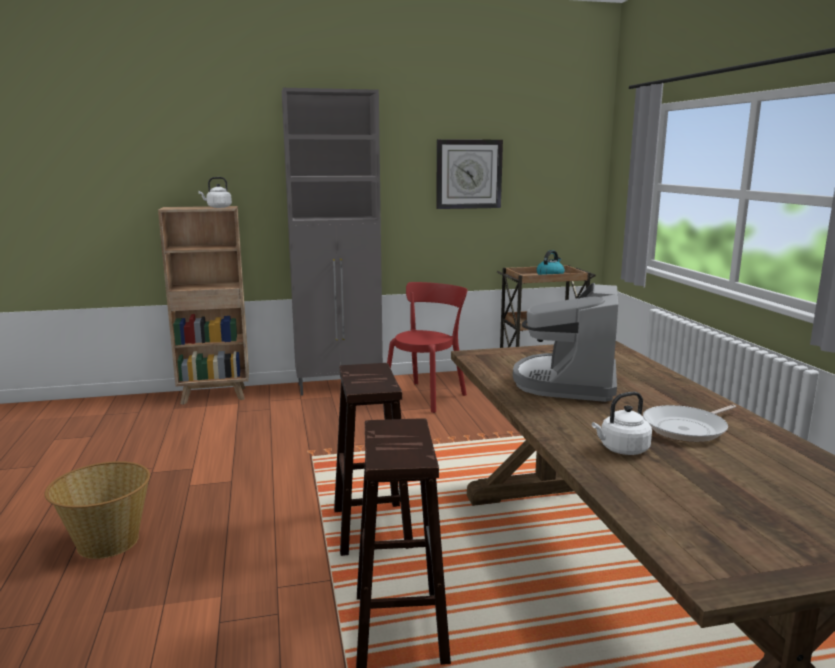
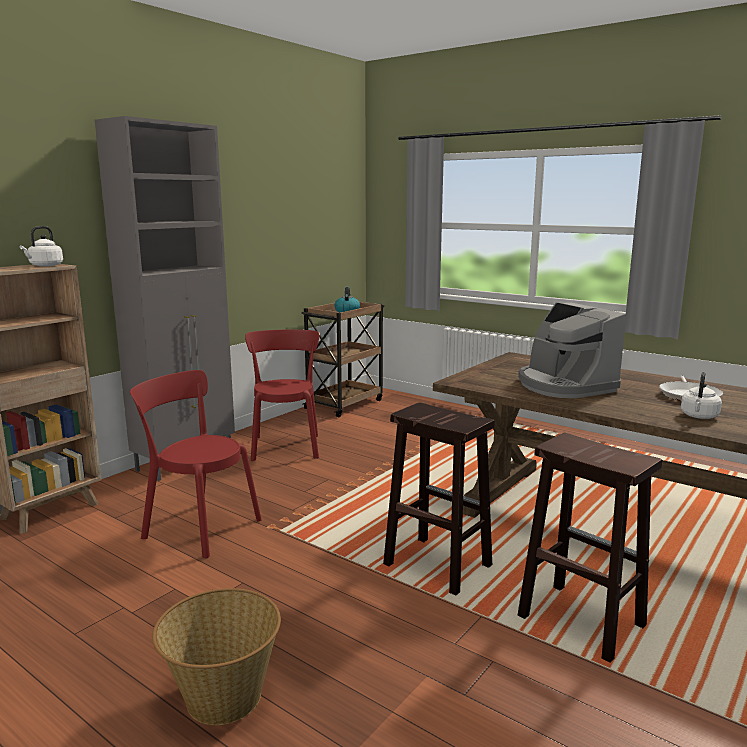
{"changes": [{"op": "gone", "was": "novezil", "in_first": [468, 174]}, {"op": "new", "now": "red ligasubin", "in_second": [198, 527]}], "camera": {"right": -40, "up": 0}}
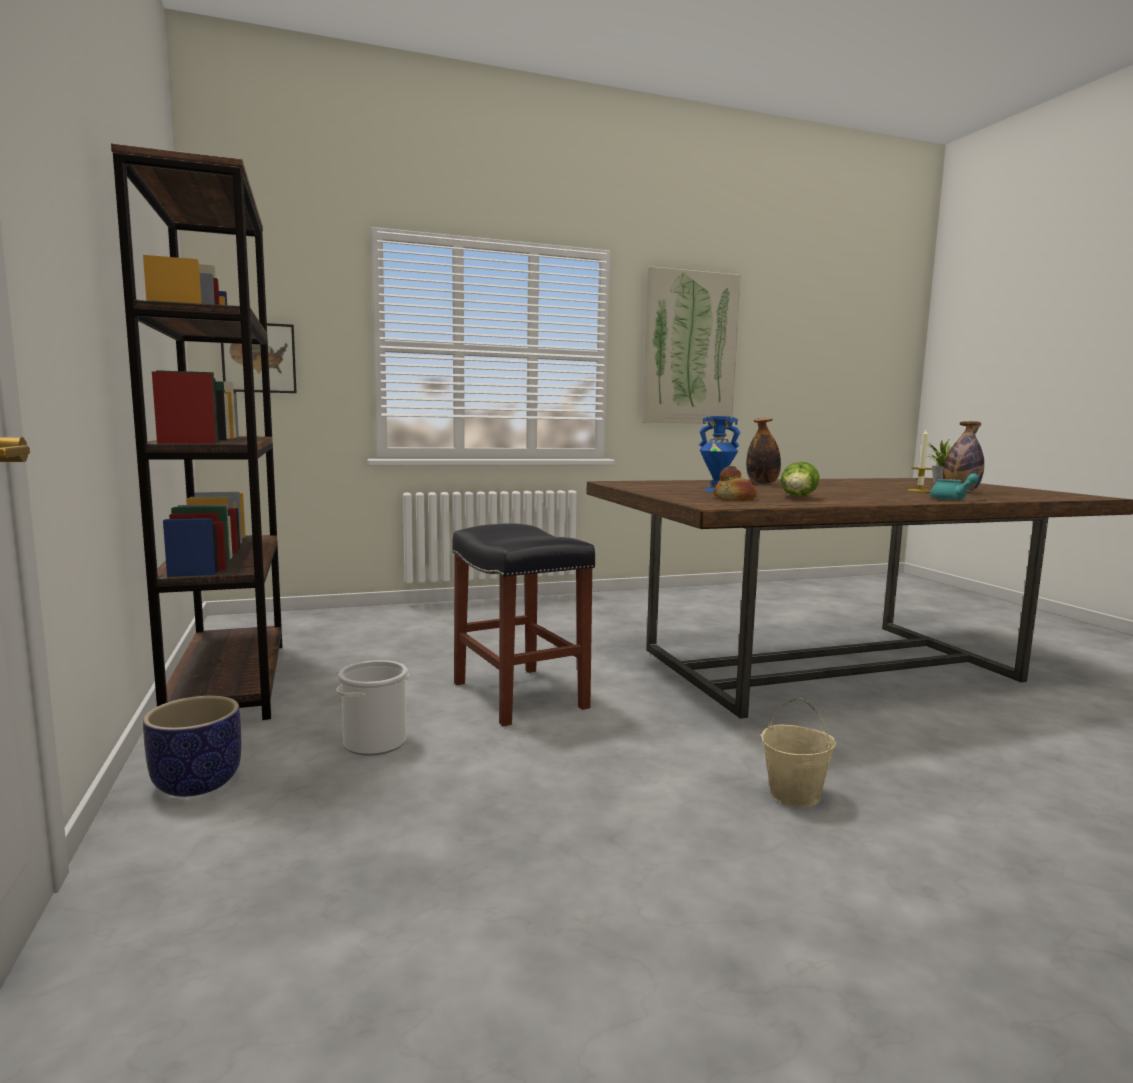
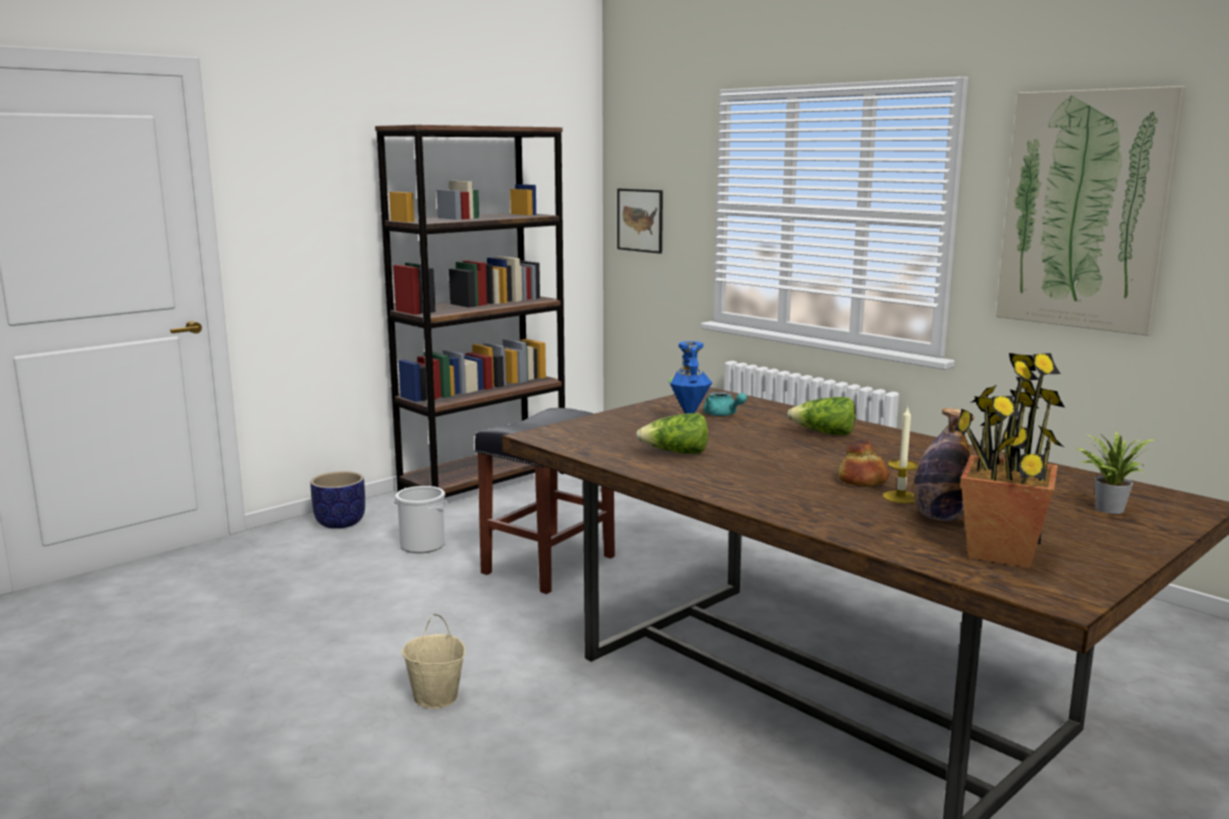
{"changes": [{"op": "swapped", "was": "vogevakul", "now": "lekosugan", "in_first": [762, 484], "in_second": [824, 434]}, {"op": "shifted", "was": "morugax", "in_first": [735, 498], "in_second": [863, 480]}, {"op": "shifted", "was": "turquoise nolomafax", "in_first": [952, 499], "in_second": [723, 415]}, {"op": "new", "now": "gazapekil", "in_second": [1001, 552]}], "camera": {"right": 65, "up": 5}}
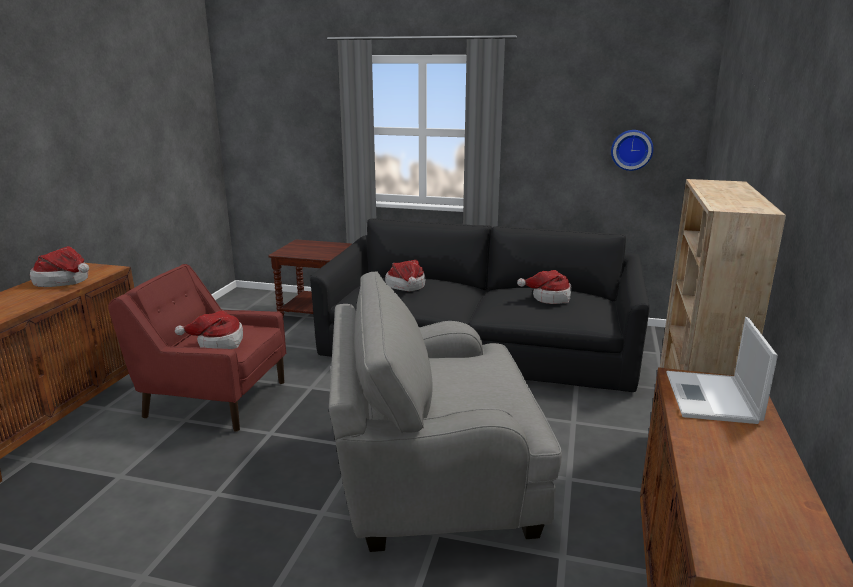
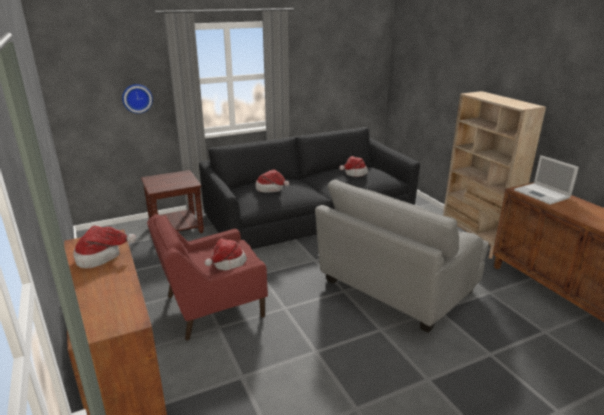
{"changes": [{"op": "shifted", "was": "novezil", "in_first": [631, 149], "in_second": [137, 98]}], "camera": {"right": -40, "up": 5}}
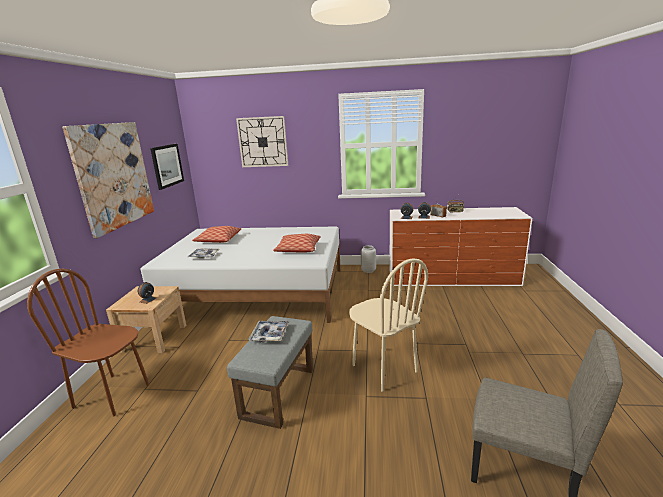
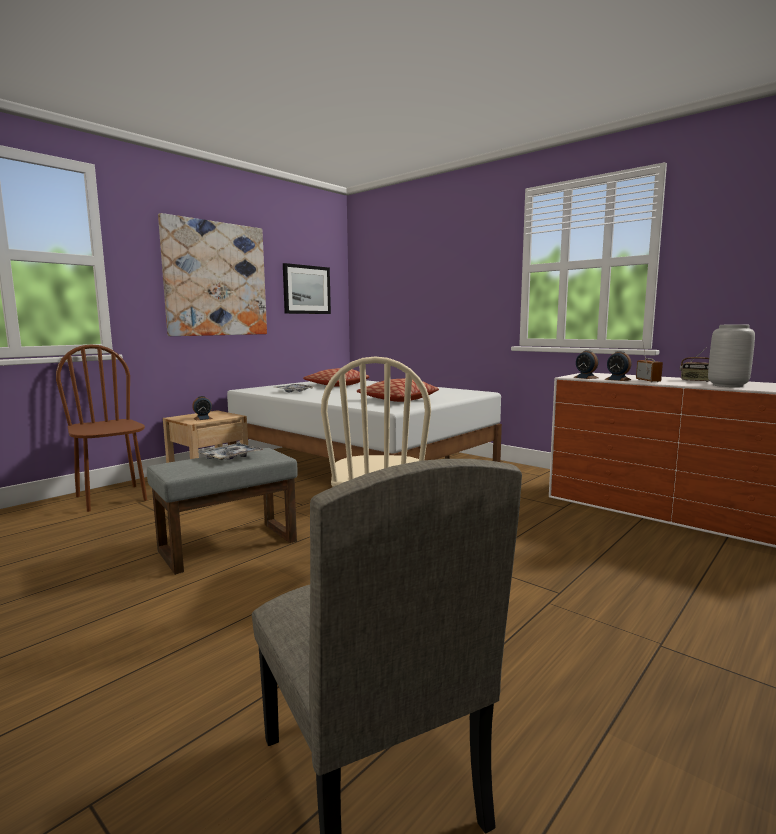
{"changes": [{"op": "gone", "was": "novezil", "in_first": [263, 142]}, {"op": "shifted", "was": "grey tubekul", "in_first": [368, 271], "in_second": [727, 385]}], "camera": {"right": 35, "up": -10}}
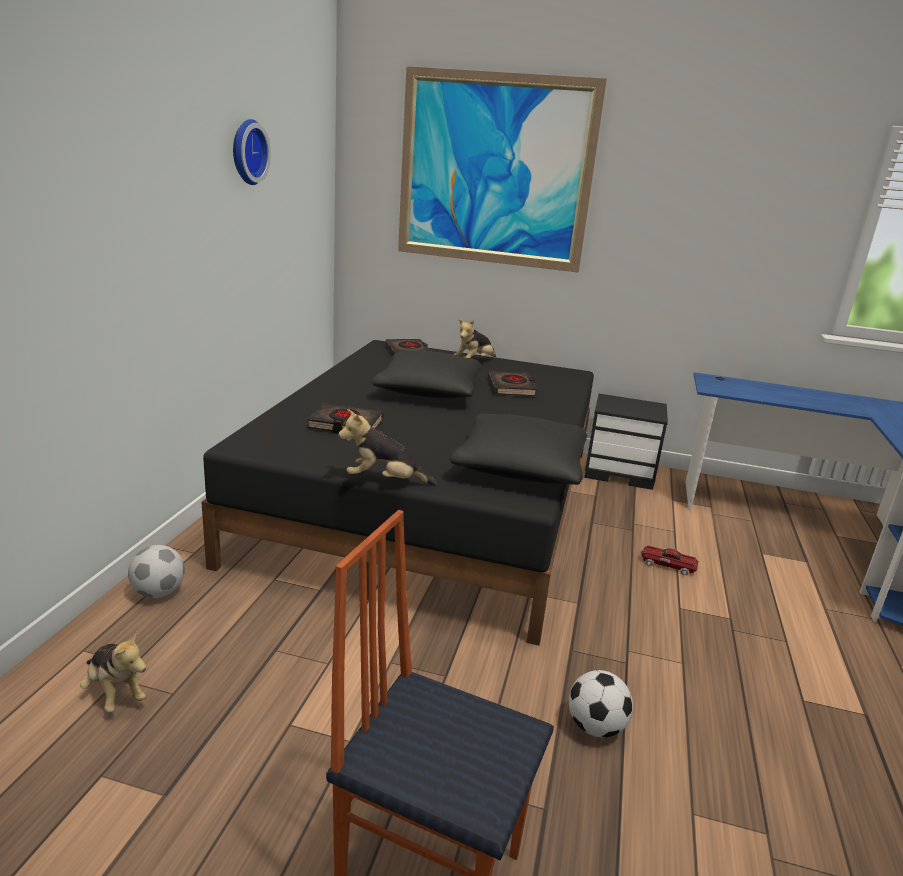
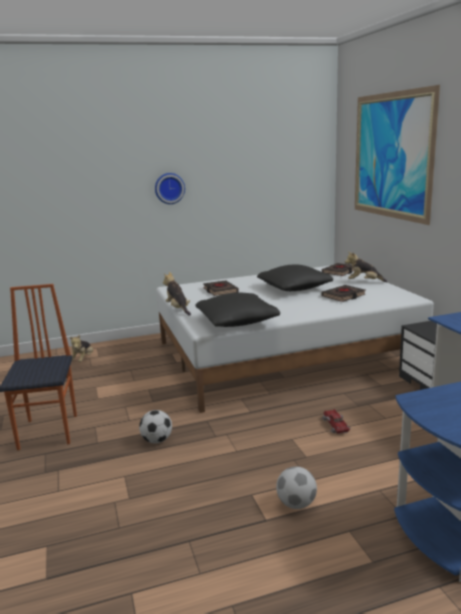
{"changes": [{"op": "shifted", "was": "novezil", "in_first": [246, 152], "in_second": [169, 188]}, {"op": "repainted", "was": "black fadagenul", "now": "white fadagenul", "in_first": [431, 501], "in_second": [284, 354]}, {"op": "shifted", "was": "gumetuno", "in_first": [158, 592], "in_second": [296, 504]}], "camera": {"right": 60, "up": -5}}
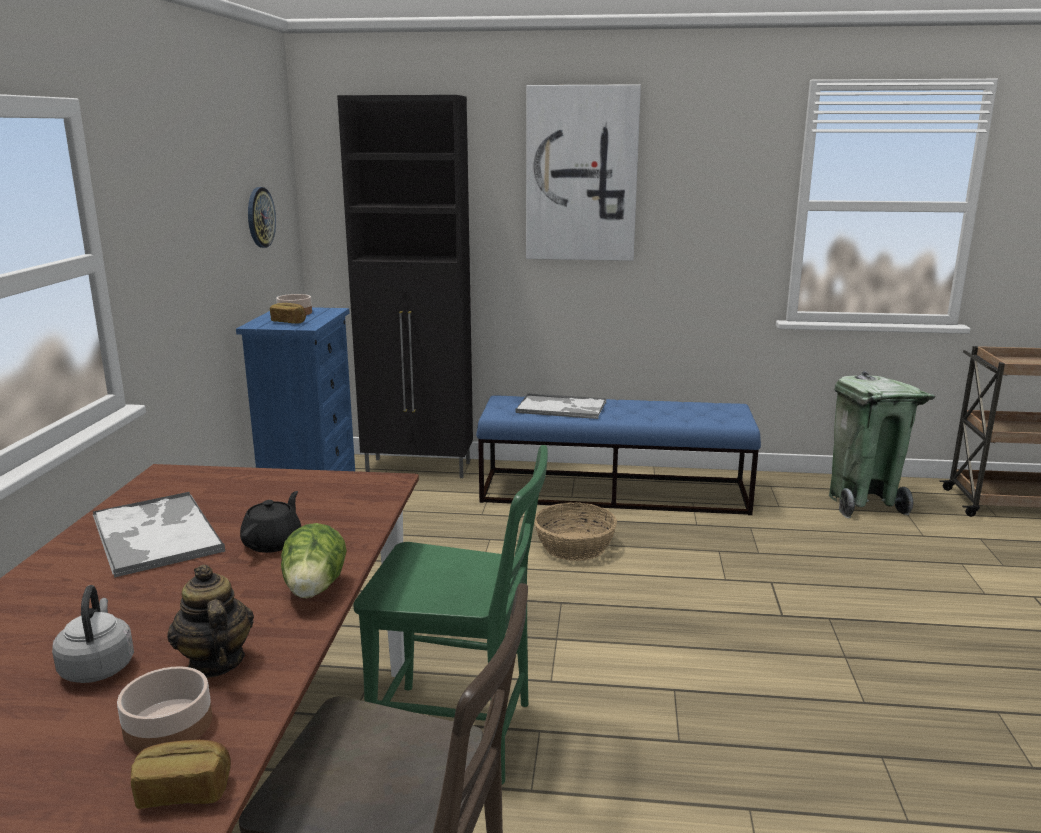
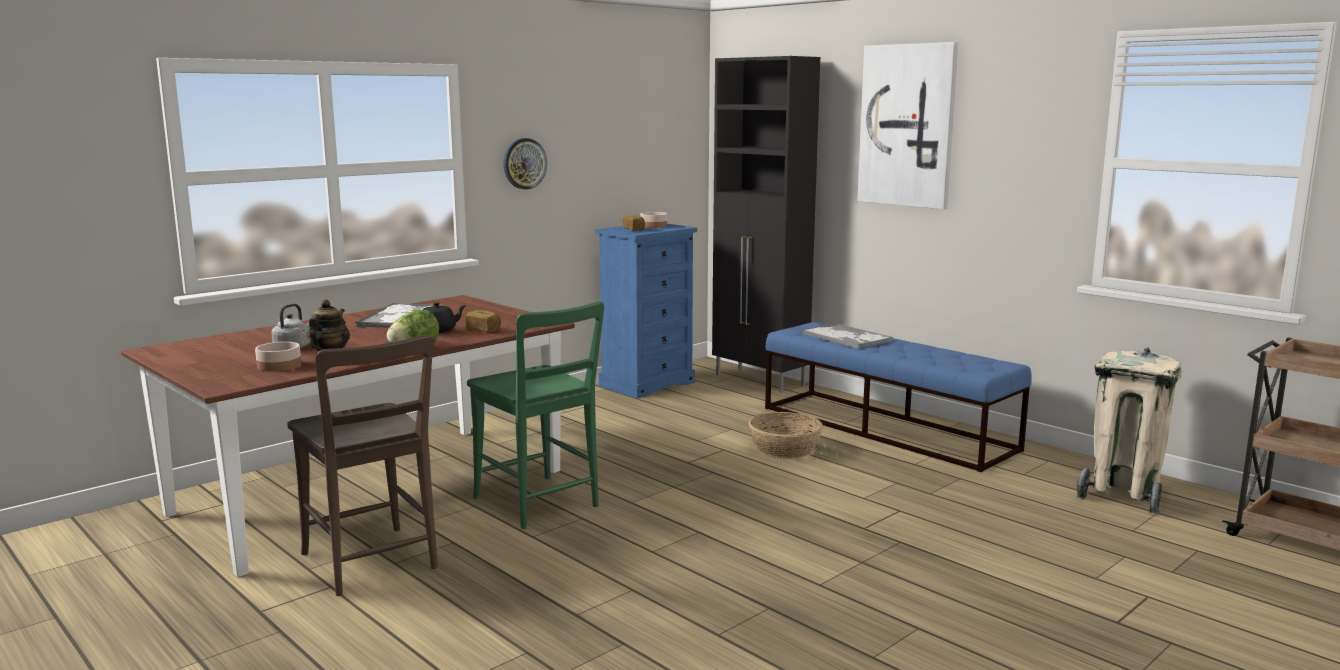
{"changes": [{"op": "shifted", "was": "novezil", "in_first": [260, 217], "in_second": [524, 163]}, {"op": "repainted", "was": "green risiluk", "now": "beige risiluk", "in_first": [863, 503], "in_second": [1122, 495]}, {"op": "shifted", "was": "morugax", "in_first": [184, 791], "in_second": [484, 330]}], "camera": {"right": 40, "up": -5}}
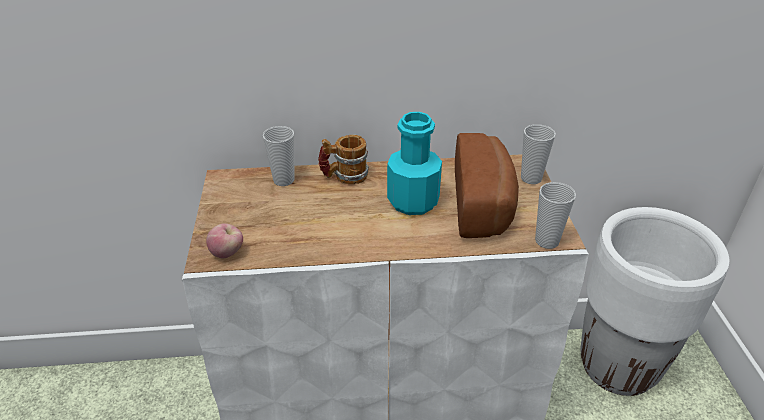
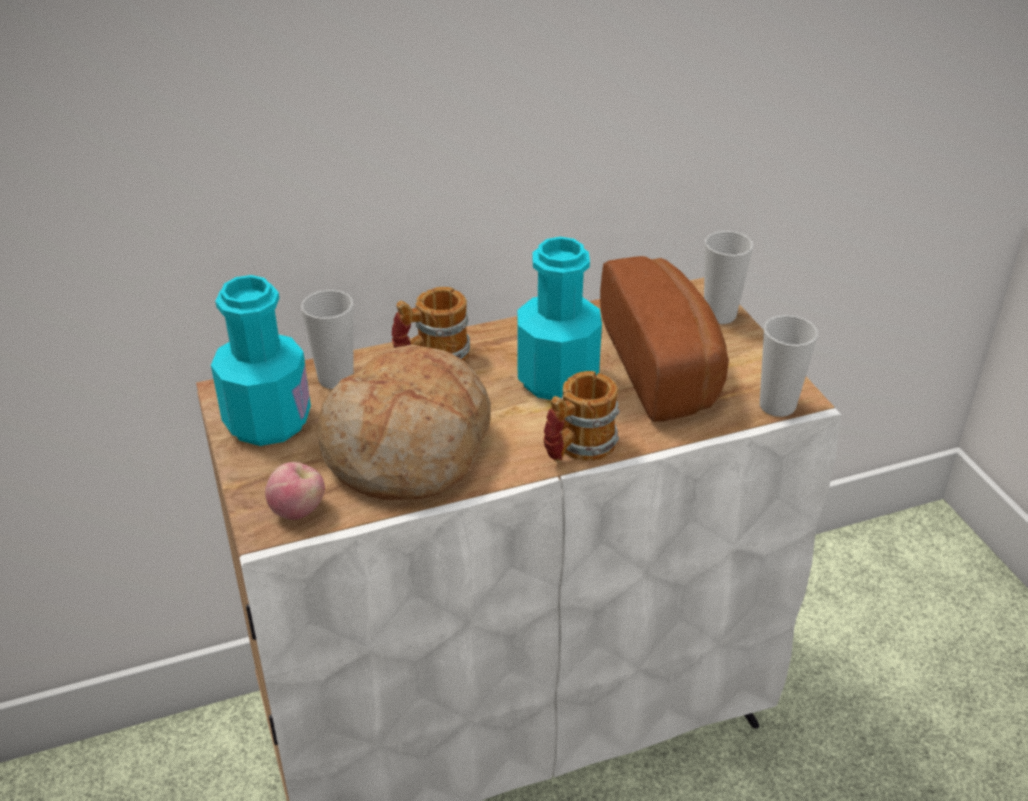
{"changes": [{"op": "gone", "was": "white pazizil", "in_first": [618, 366]}, {"op": "new", "now": "turquoise vogevakul", "in_second": [268, 421]}, {"op": "new", "now": "morugax", "in_second": [409, 448]}, {"op": "new", "now": "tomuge", "in_second": [577, 449]}], "camera": {"right": -15, "up": 0}}
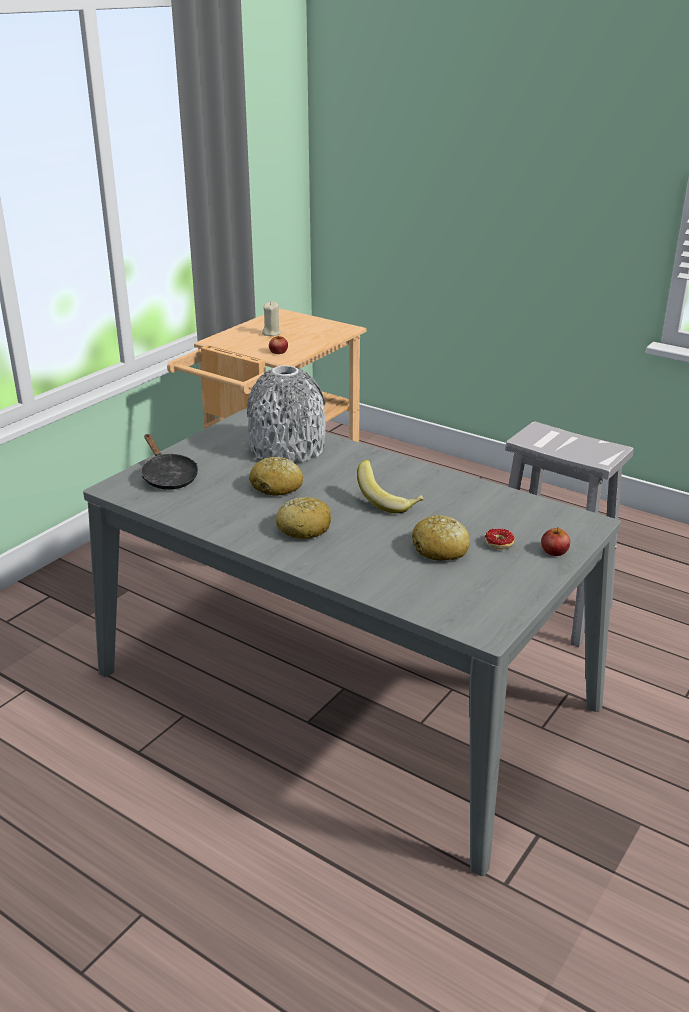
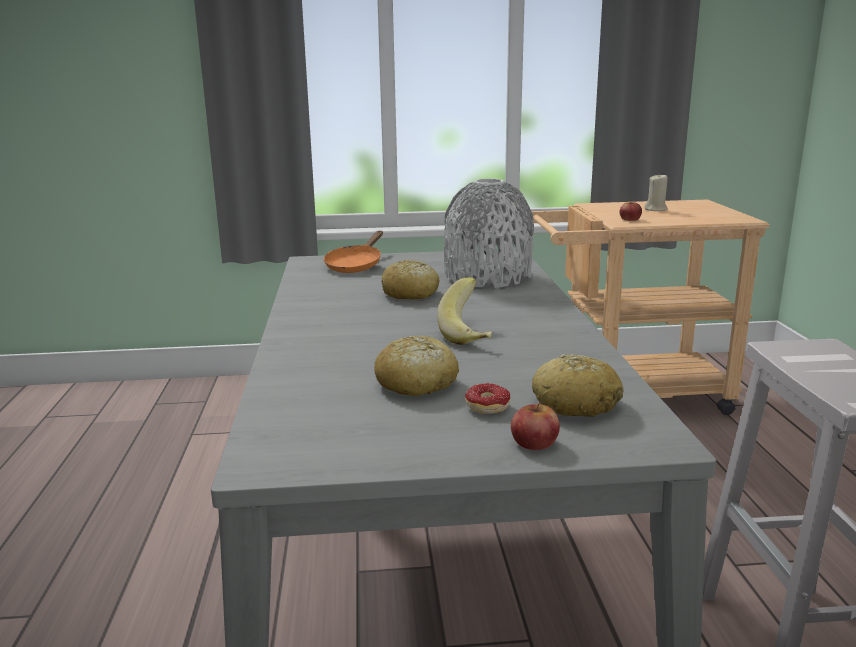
{"changes": [{"op": "repainted", "was": "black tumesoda", "now": "orange tumesoda", "in_first": [168, 477], "in_second": [356, 265]}, {"op": "shifted", "was": "morugax", "in_first": [304, 528], "in_second": [576, 403]}], "camera": {"right": 50, "up": -10}}
